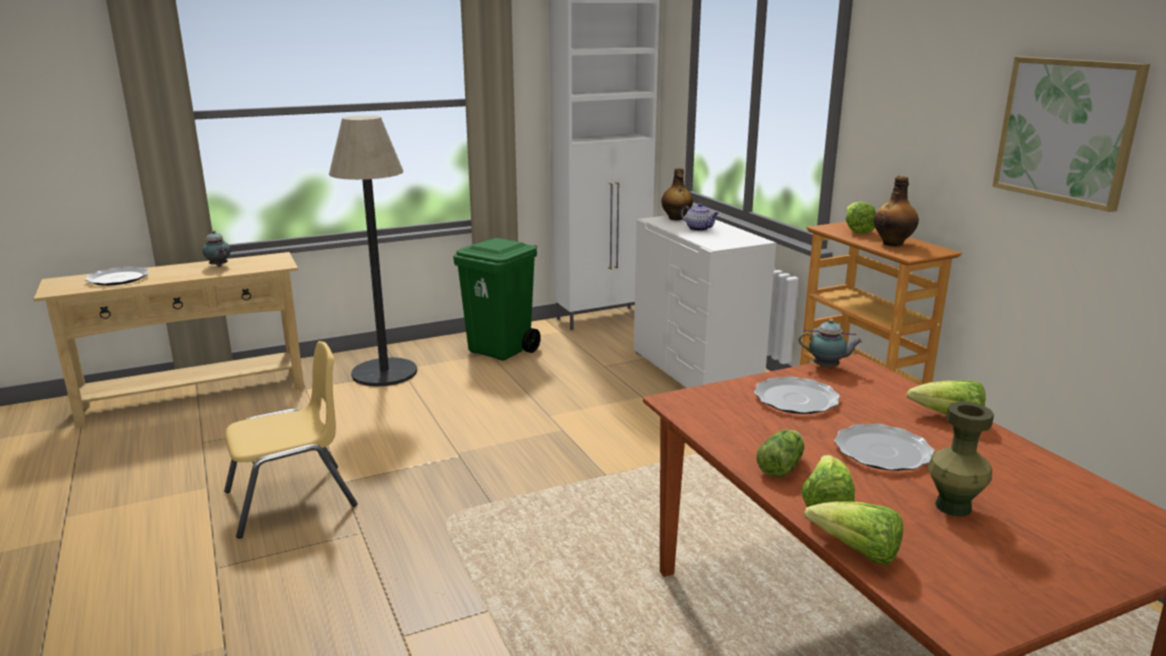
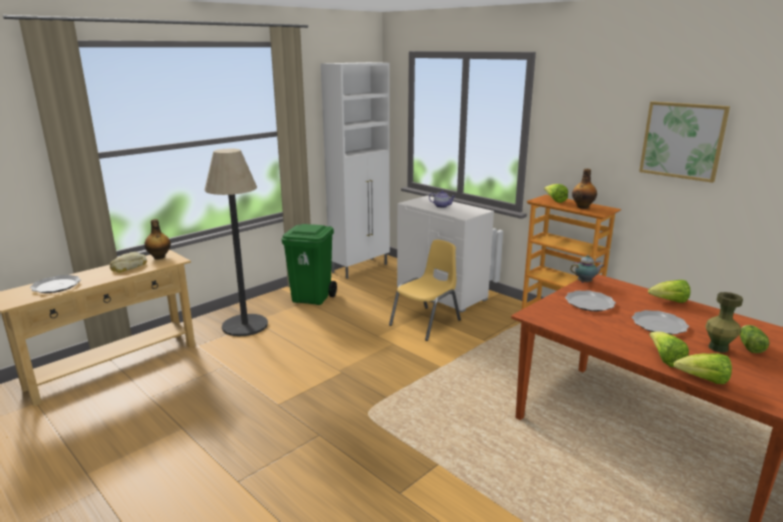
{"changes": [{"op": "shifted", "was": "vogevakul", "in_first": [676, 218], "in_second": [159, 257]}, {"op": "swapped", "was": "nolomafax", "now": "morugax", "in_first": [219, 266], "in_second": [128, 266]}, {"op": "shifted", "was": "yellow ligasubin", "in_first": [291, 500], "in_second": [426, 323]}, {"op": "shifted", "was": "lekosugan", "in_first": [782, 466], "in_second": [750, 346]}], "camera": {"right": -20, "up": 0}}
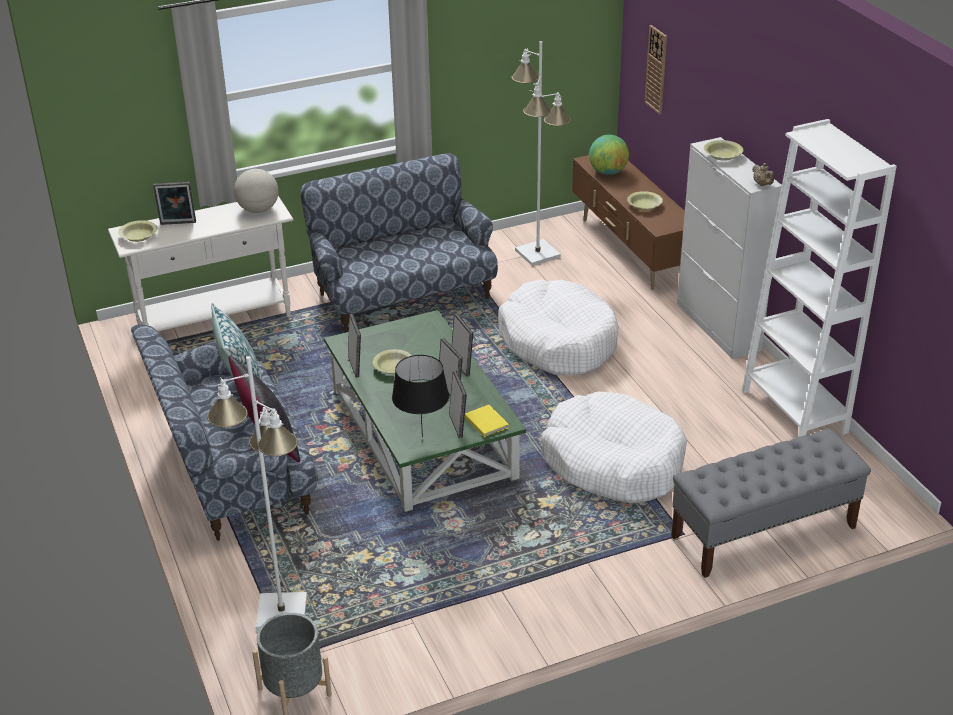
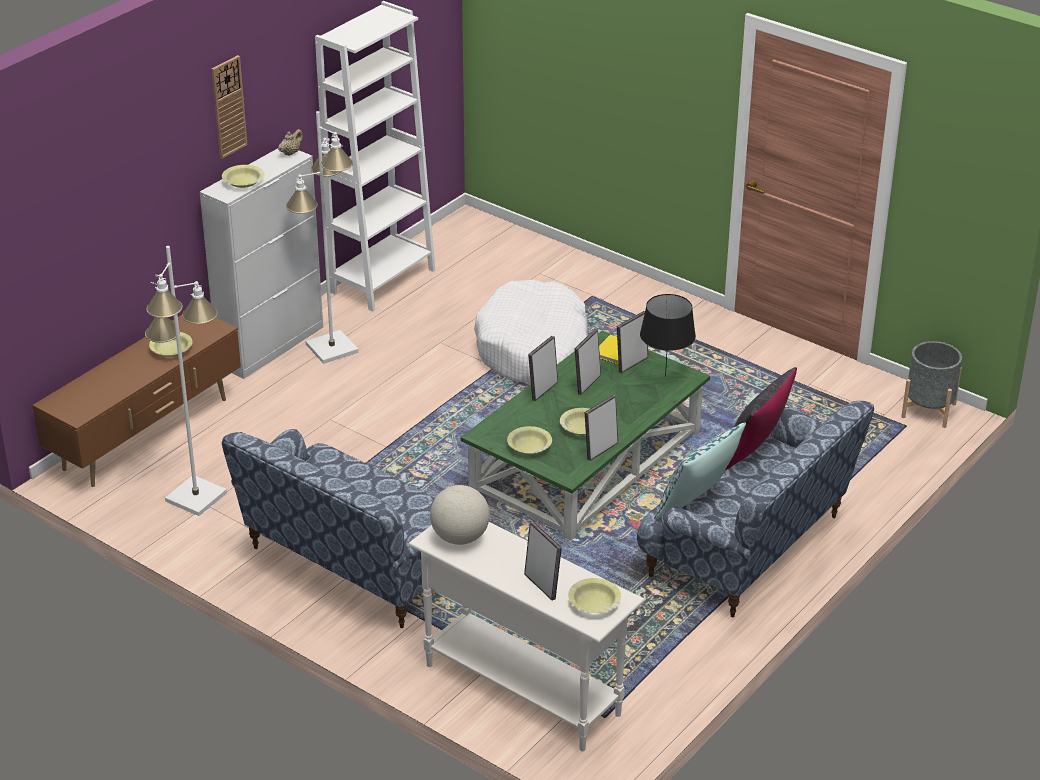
{"changes": [{"op": "shifted", "was": "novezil", "in_first": [656, 69], "in_second": [228, 107]}, {"op": "gone", "was": "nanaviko", "in_first": [608, 172]}, {"op": "gone", "was": "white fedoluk", "in_first": [558, 342]}, {"op": "shifted", "was": "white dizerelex", "in_first": [281, 612], "in_second": [331, 349]}, {"op": "gone", "was": "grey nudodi", "in_first": [763, 532]}, {"op": "new", "now": "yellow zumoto", "in_second": [529, 446]}], "camera": {"right": -120, "up": 0}}
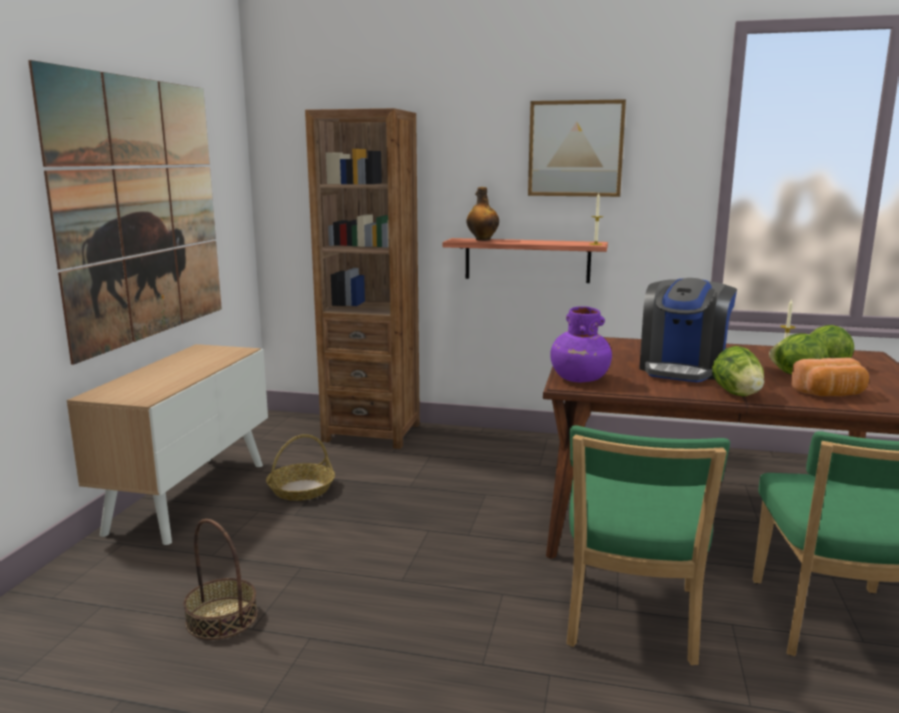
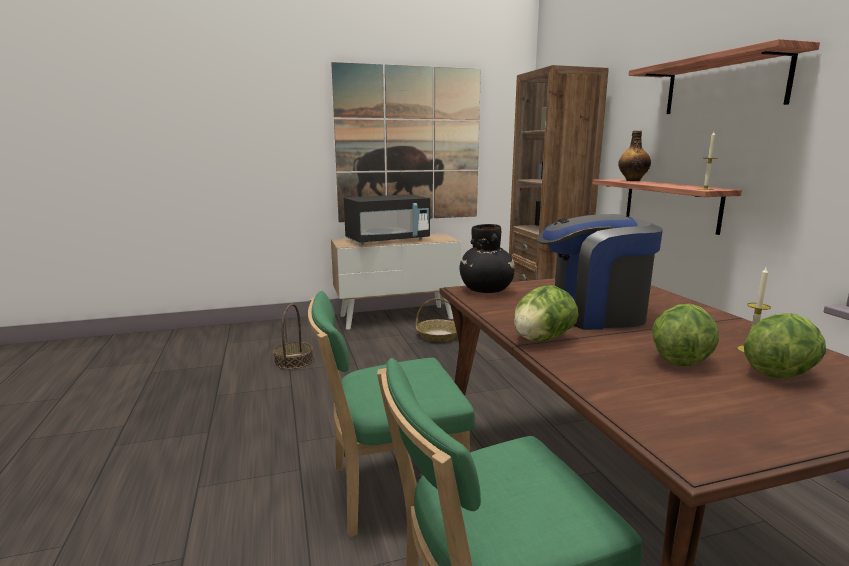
{"changes": [{"op": "swapped", "was": "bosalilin", "now": "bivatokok", "in_first": [575, 149], "in_second": [723, 85]}, {"op": "repainted", "was": "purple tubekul", "now": "black tubekul", "in_first": [579, 379], "in_second": [486, 290]}, {"op": "gone", "was": "morugax", "in_first": [830, 394]}, {"op": "new", "now": "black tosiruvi", "in_second": [388, 241]}], "camera": {"right": 60, "up": 0}}
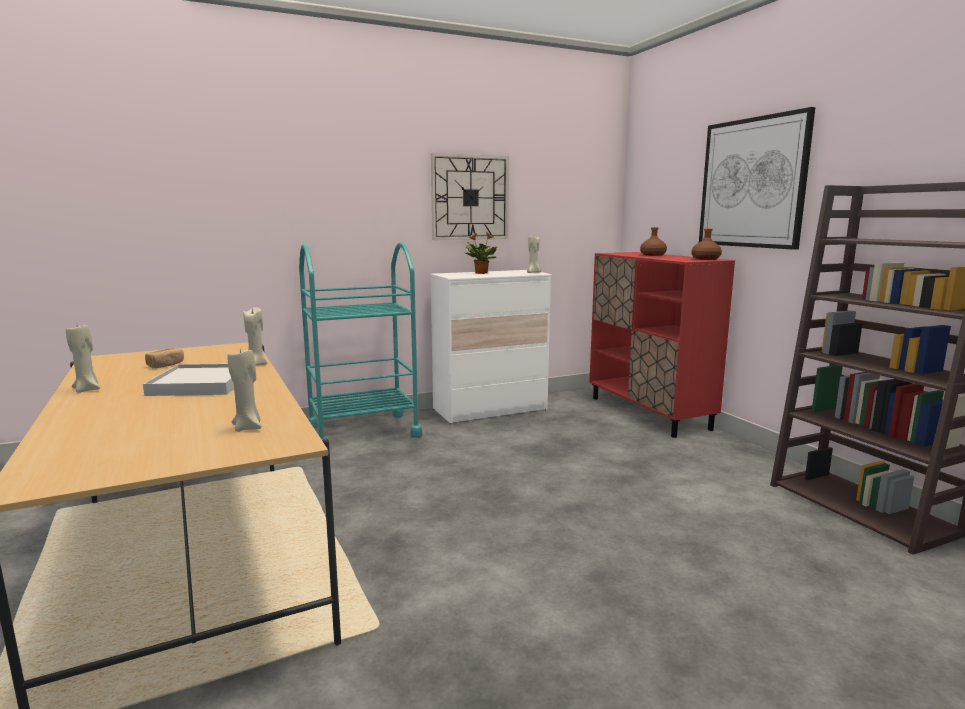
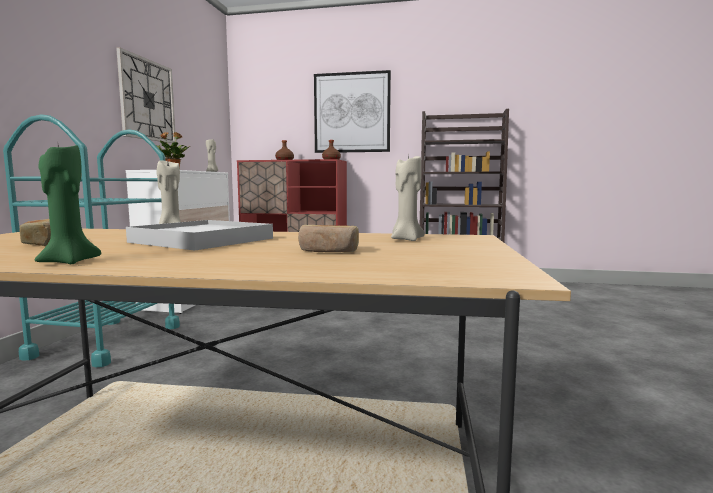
{"changes": [{"op": "repainted", "was": "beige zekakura", "now": "green zekakura", "in_first": [88, 389], "in_second": [68, 262]}, {"op": "new", "now": "morugax", "in_second": [329, 251]}], "camera": {"right": -55, "up": -5}}
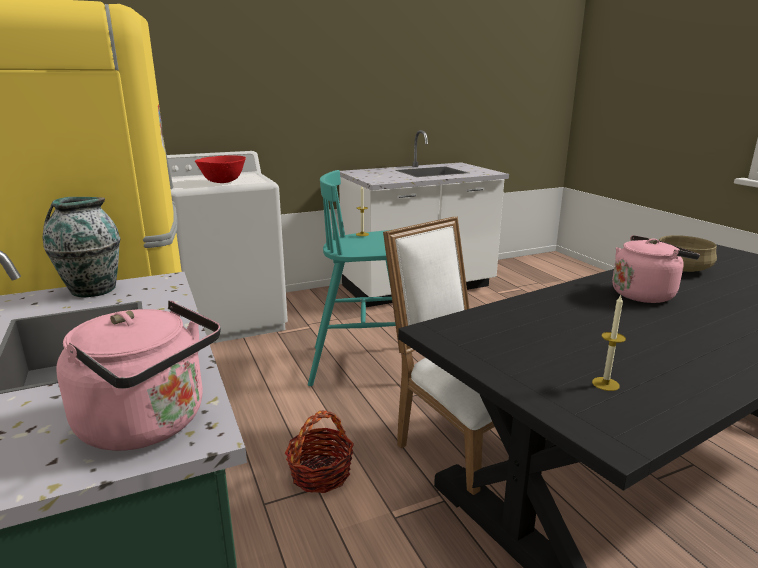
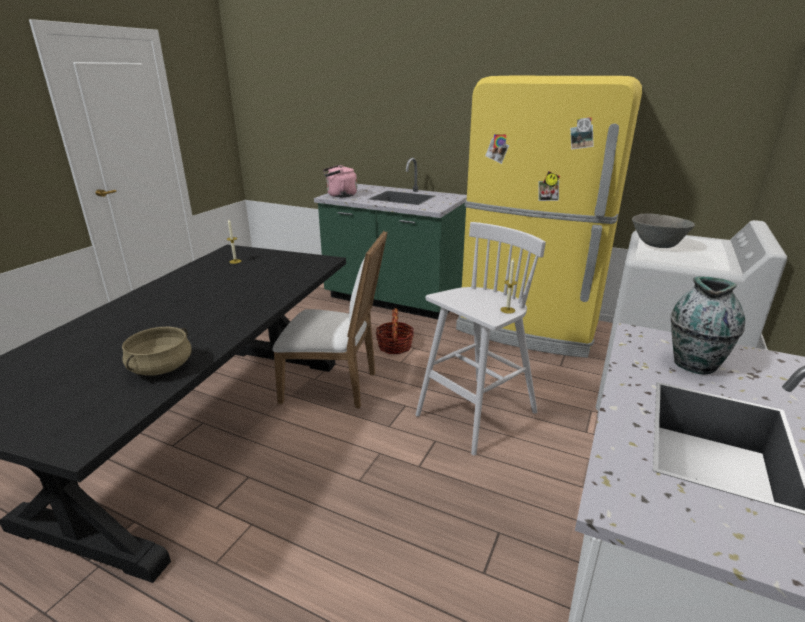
{"changes": [{"op": "repainted", "was": "red zumoto", "now": "grey zumoto", "in_first": [223, 182], "in_second": [657, 246]}, {"op": "repainted", "was": "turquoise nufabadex", "now": "white nufabadex", "in_first": [363, 365], "in_second": [475, 415]}, {"op": "shifted", "was": "tubekul", "in_first": [92, 290], "in_second": [694, 363]}, {"op": "gone", "was": "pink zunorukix", "in_first": [645, 294]}], "camera": {"right": 140, "up": 5}}
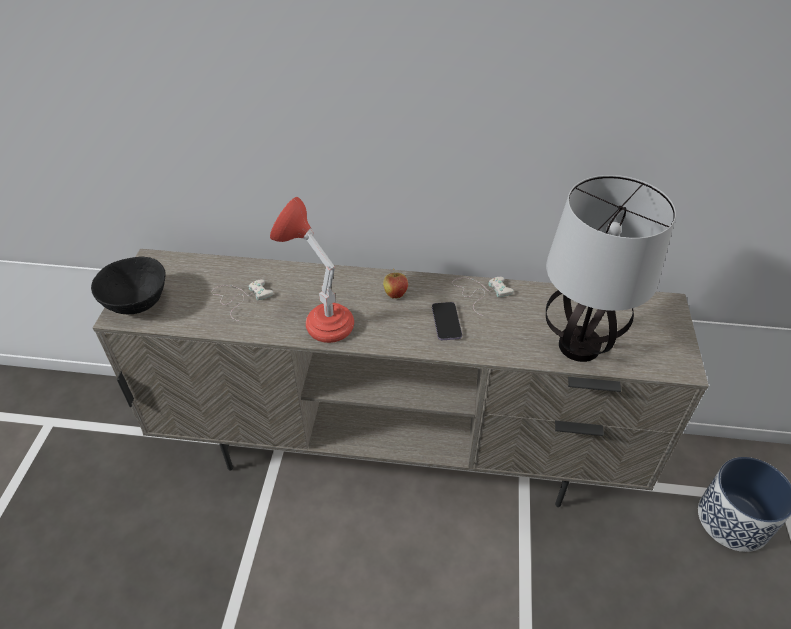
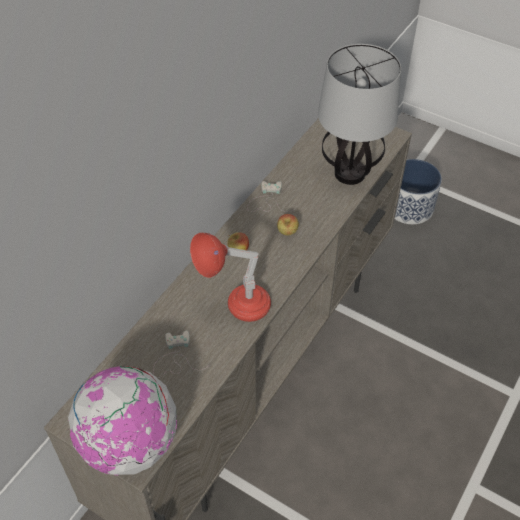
{"changes": [{"op": "swapped", "was": "black zumoto", "now": "nanaviko", "in_first": [137, 303], "in_second": [130, 444]}, {"op": "swapped", "was": "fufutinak", "now": "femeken", "in_first": [446, 322], "in_second": [287, 233]}], "camera": {"right": -65, "up": 5}}
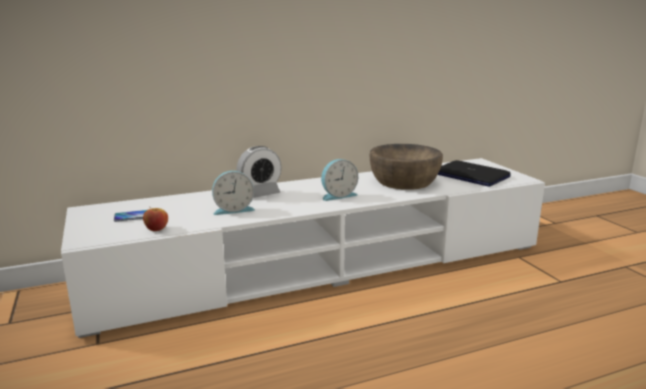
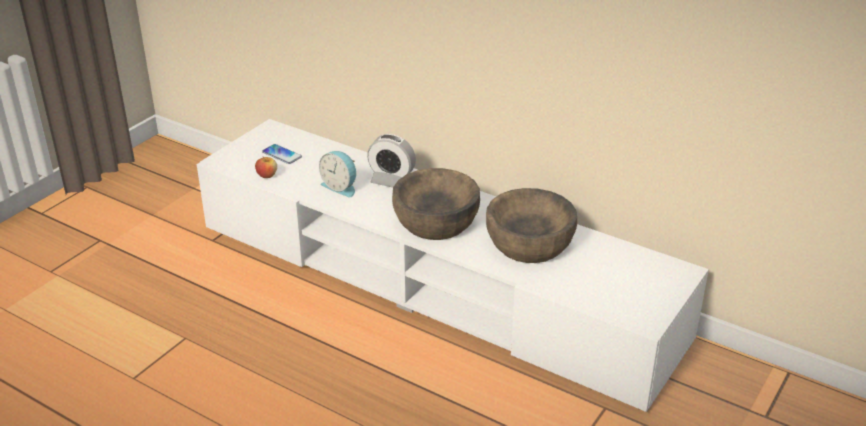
{"changes": [{"op": "swapped", "was": "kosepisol", "now": "brown zumoto", "in_first": [337, 195], "in_second": [436, 222]}, {"op": "gone", "was": "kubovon", "in_first": [470, 175]}], "camera": {"right": 55, "up": 15}}
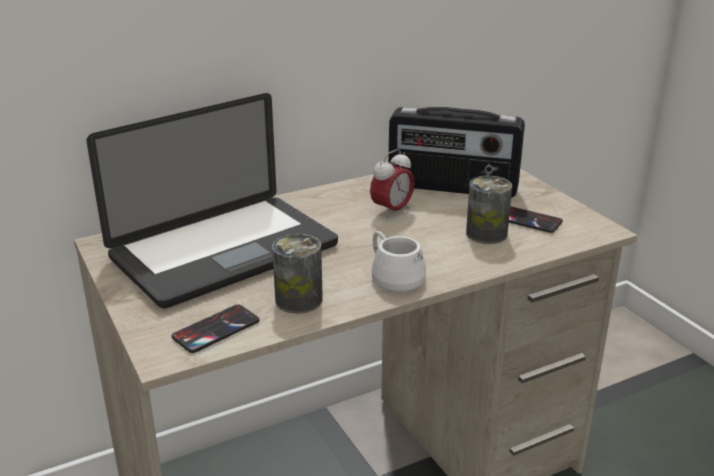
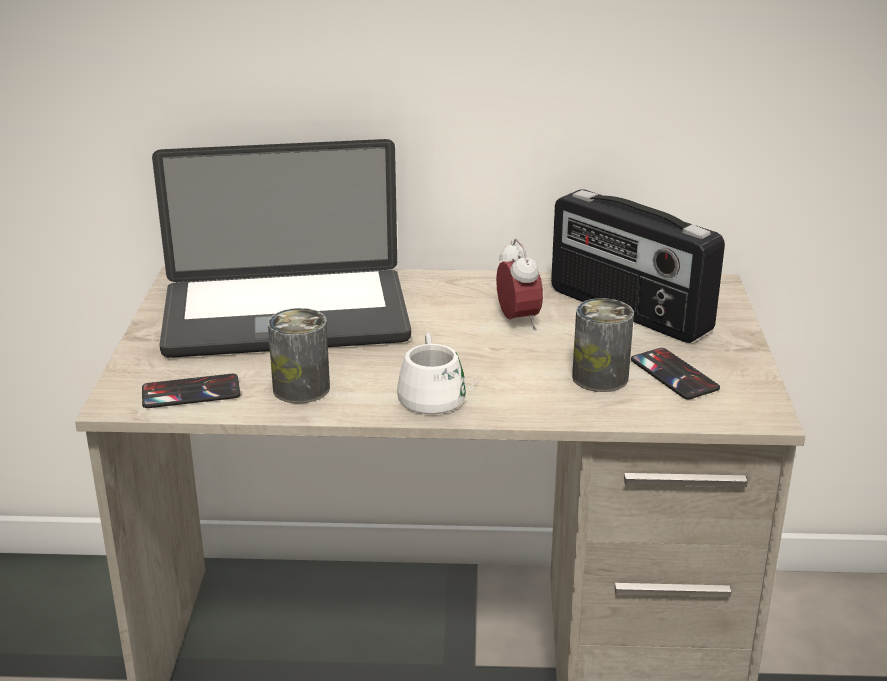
{"changes": [{"op": "rotated", "was": "kosepisol", "in_first": [391, 211], "in_second": [518, 320], "clockwise": -90}], "camera": {"right": 30, "up": 0}}
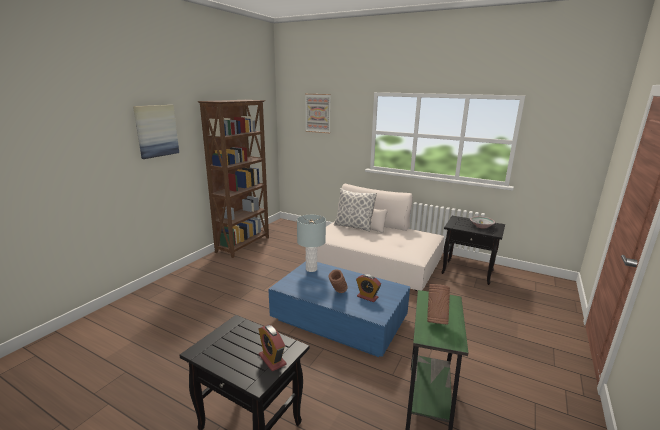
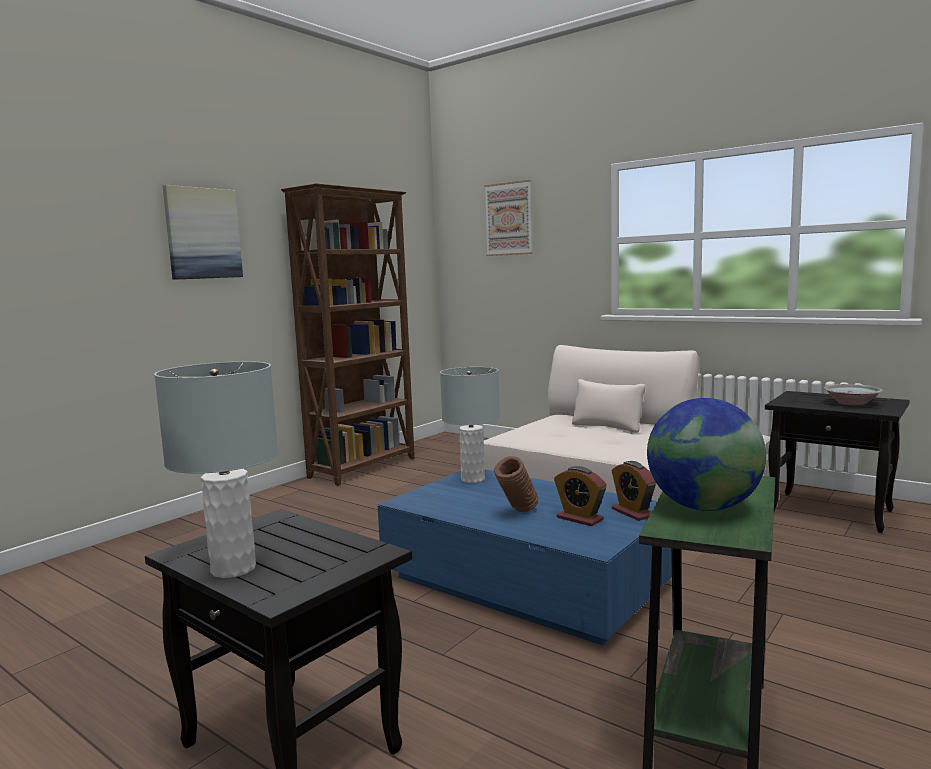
{"changes": [{"op": "gone", "was": "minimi", "in_first": [353, 226]}, {"op": "swapped", "was": "brown tubekul", "now": "nanaviko", "in_first": [436, 321], "in_second": [703, 507]}, {"op": "shifted", "was": "kosepisol", "in_first": [272, 359], "in_second": [633, 512]}, {"op": "new", "now": "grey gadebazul", "in_second": [234, 568]}], "camera": {"right": 10, "up": -10}}
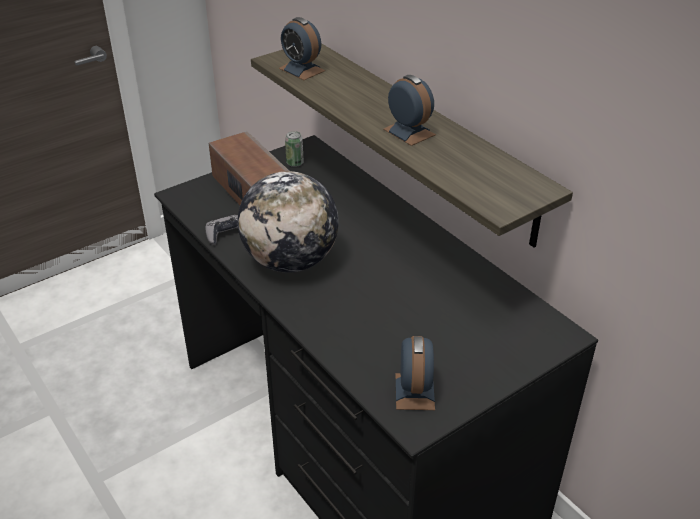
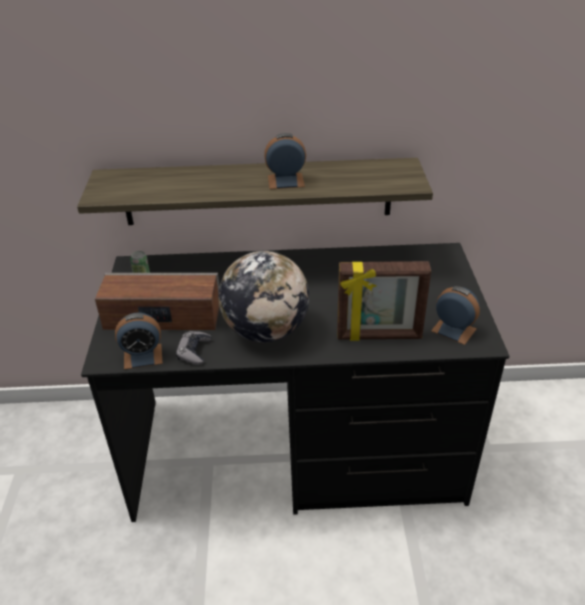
{"changes": [{"op": "shifted", "was": "kosepisol", "in_first": [302, 69], "in_second": [143, 356]}, {"op": "new", "now": "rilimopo", "in_second": [379, 336]}], "camera": {"right": -55, "up": 0}}
